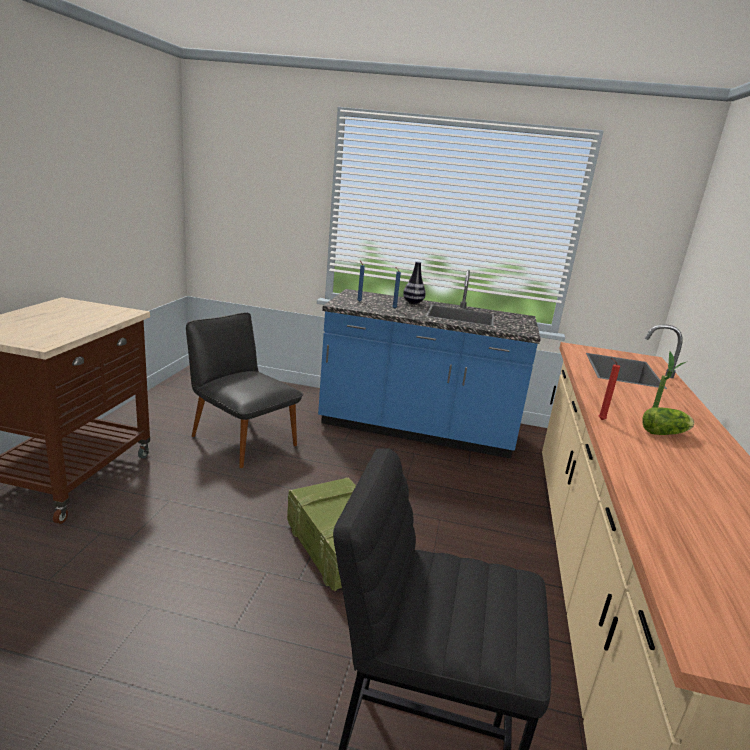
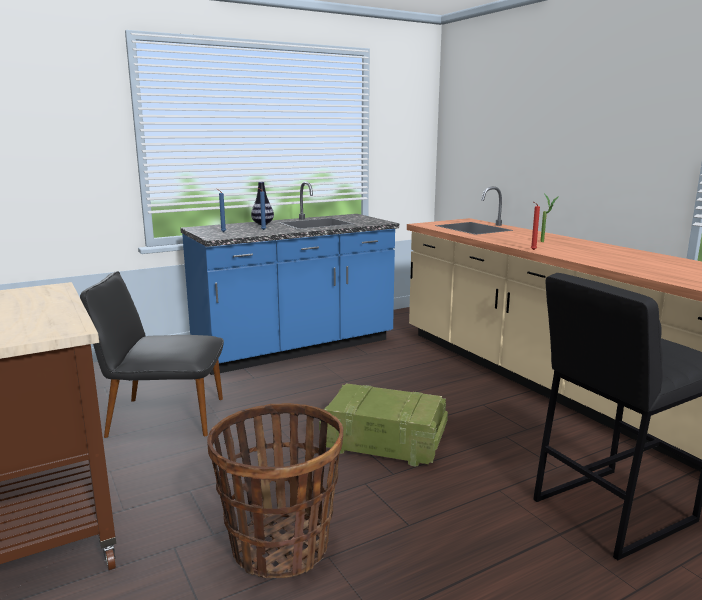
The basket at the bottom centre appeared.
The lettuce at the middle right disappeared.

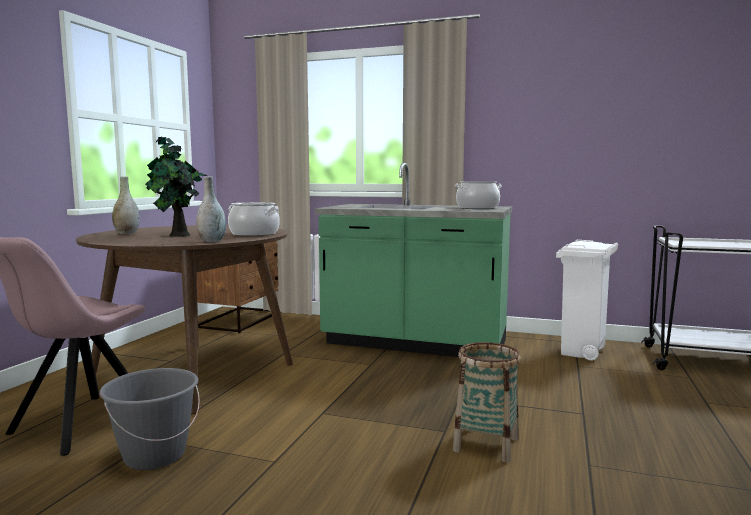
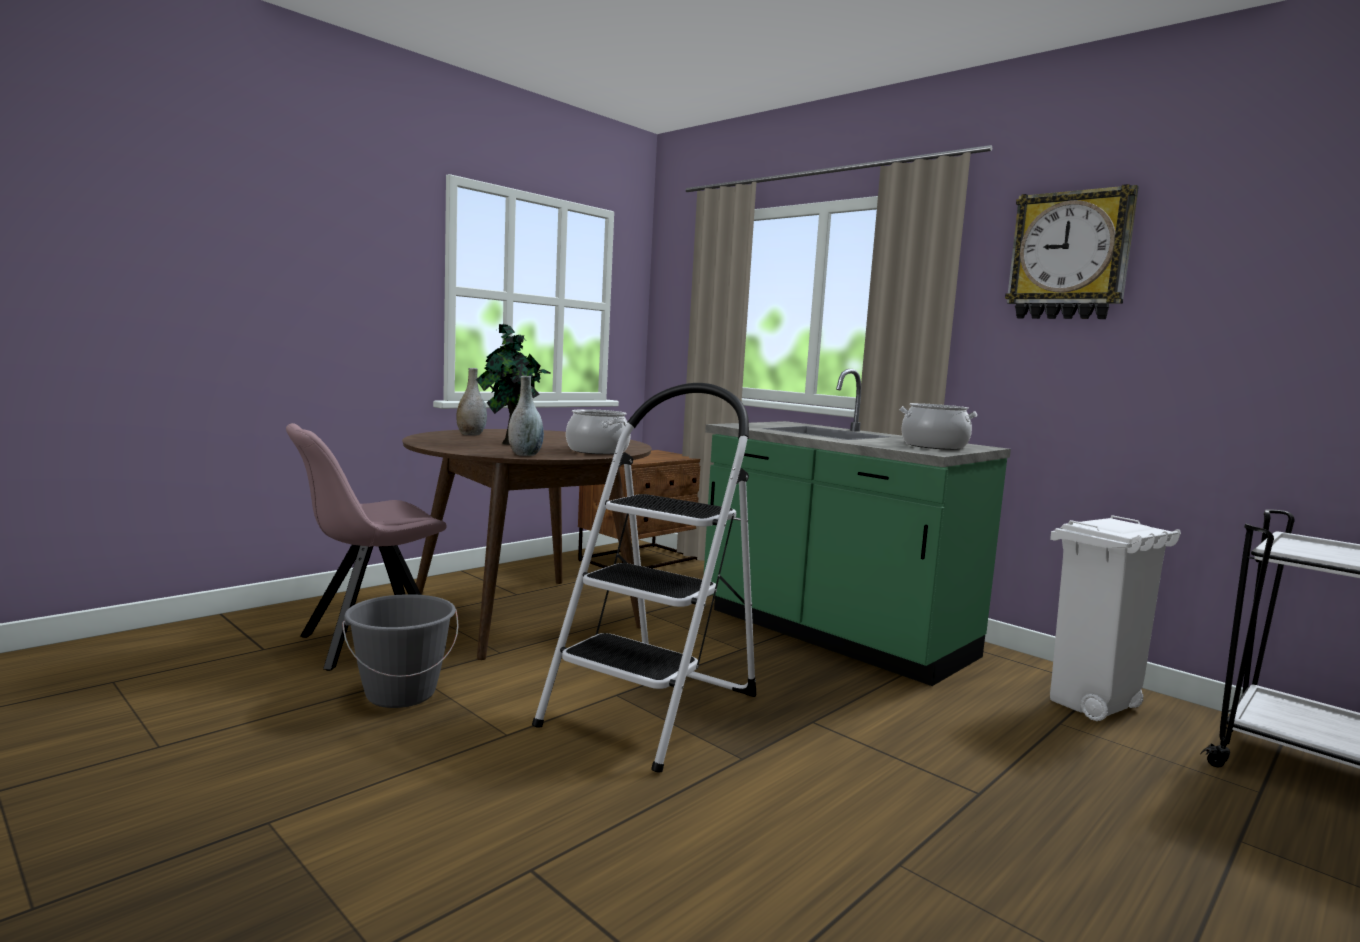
The step ladder at the centre appeared.
The wall clock at the top right appeared.
The basket at the bottom centre disappeared.

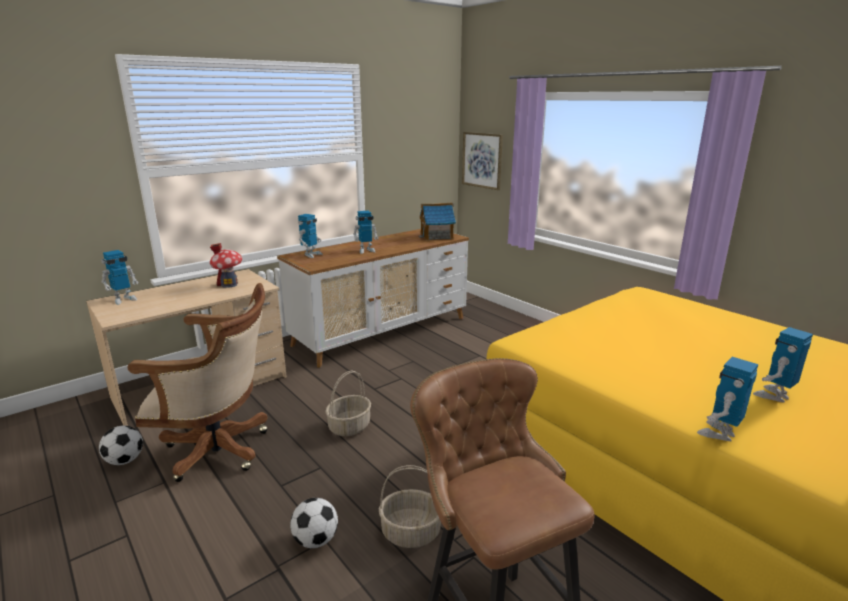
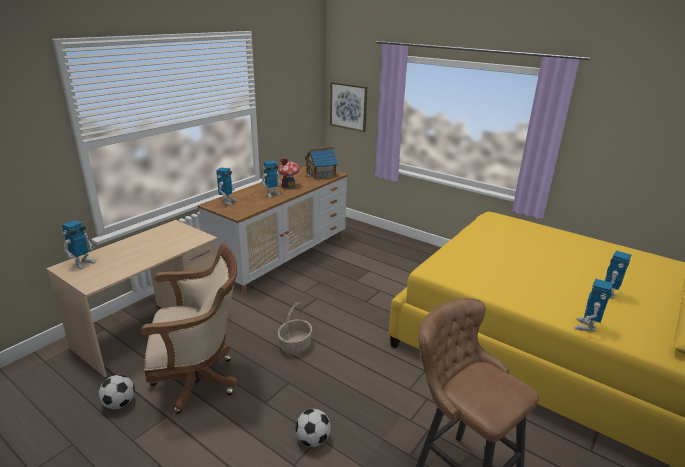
The toy house (no. 1 from left) moved from the middle left to the centre.
The basket (no. 2 from left) at the bottom centre disappeared.

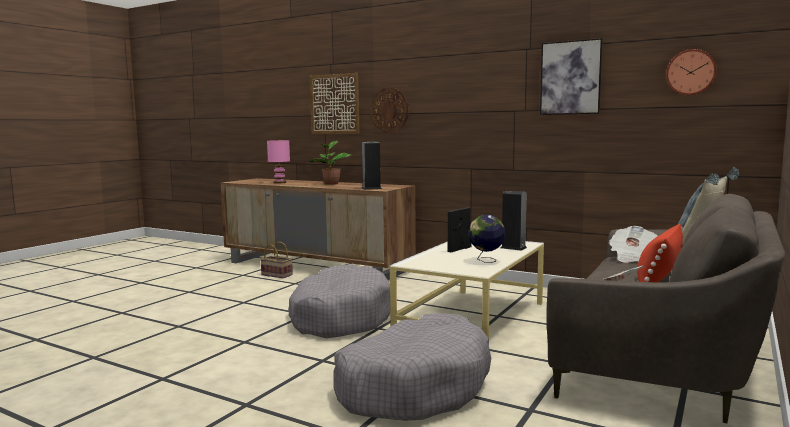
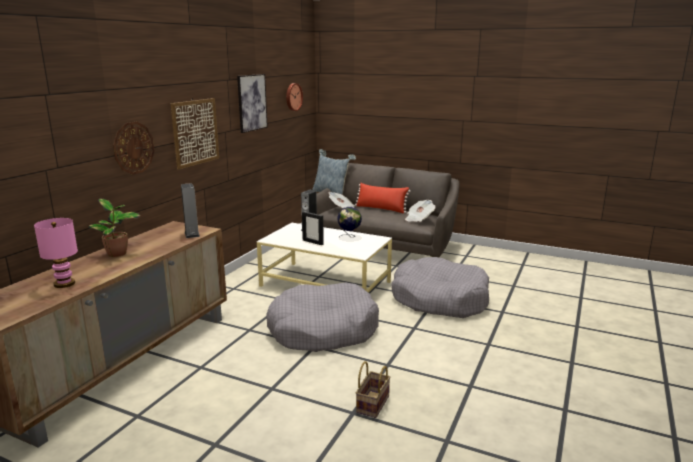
The picture (no. 1 from left) moved from the top centre to the top left.
The basket moved from the centre to the bottom centre.

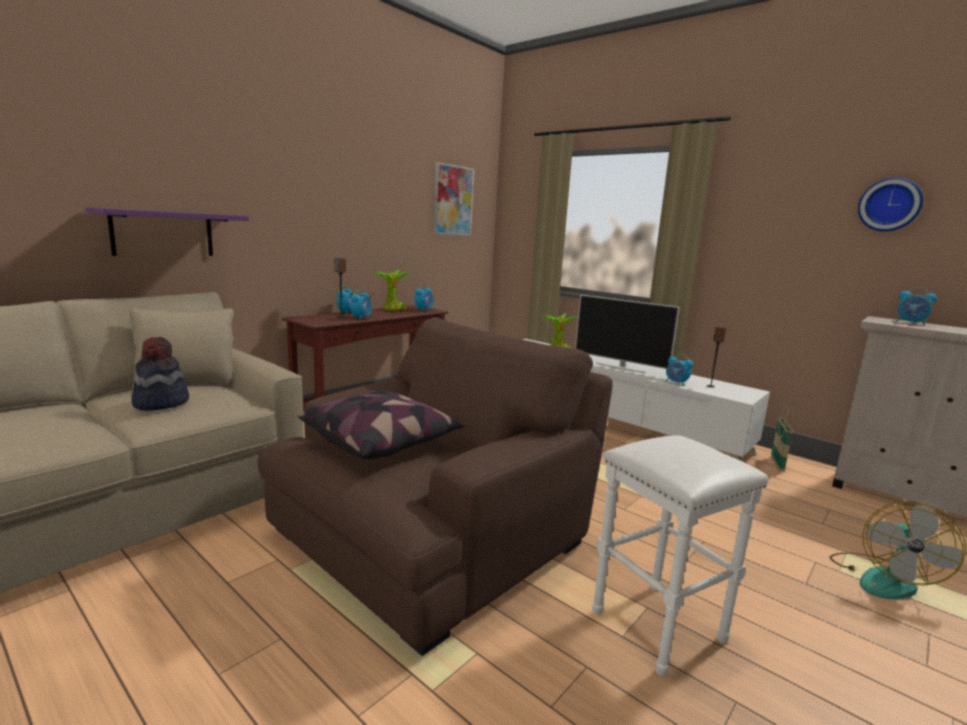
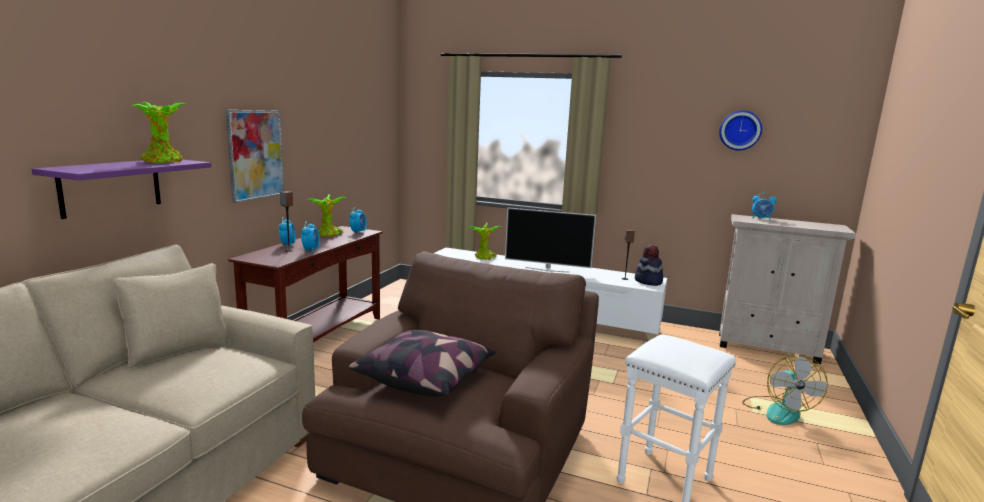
The potted plant (no. 1 from left) at the top left appeared.
The picture moved from the top centre to the top left.
The hat moved from the middle left to the centre.
The alarm clock (no. 4 from left) at the middle right disappeared.
The basket at the middle right disappeared.

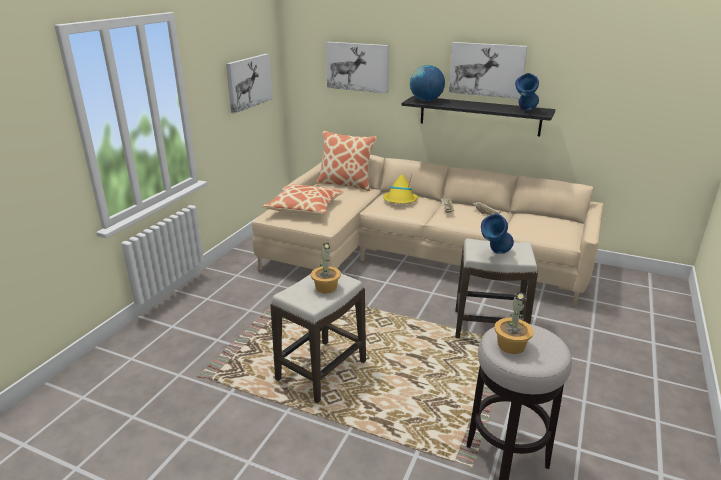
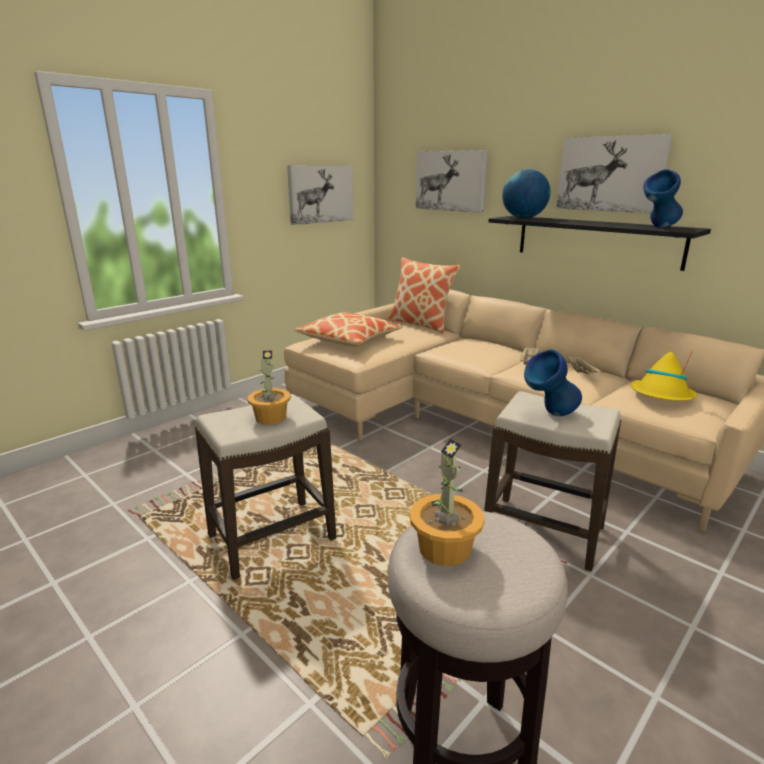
The yellow hat moved from the centre to the middle right.

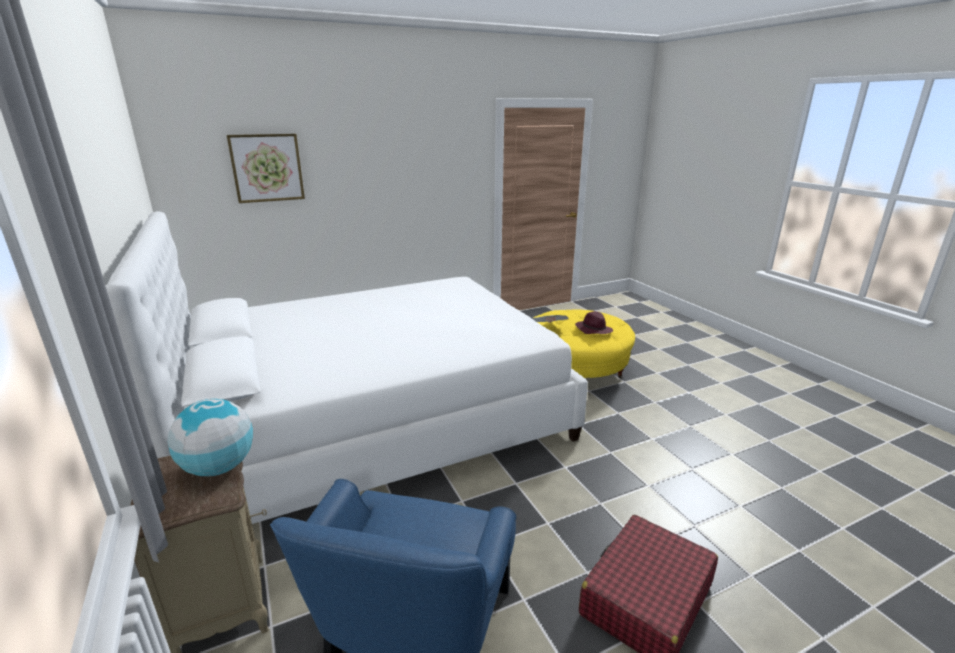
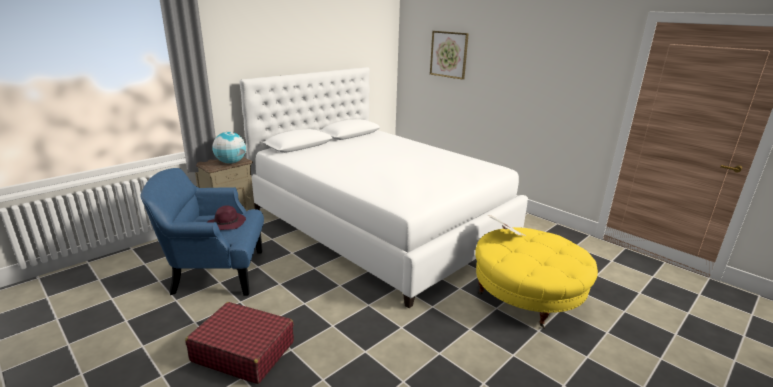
The purple hat moved from the centre to the middle left.

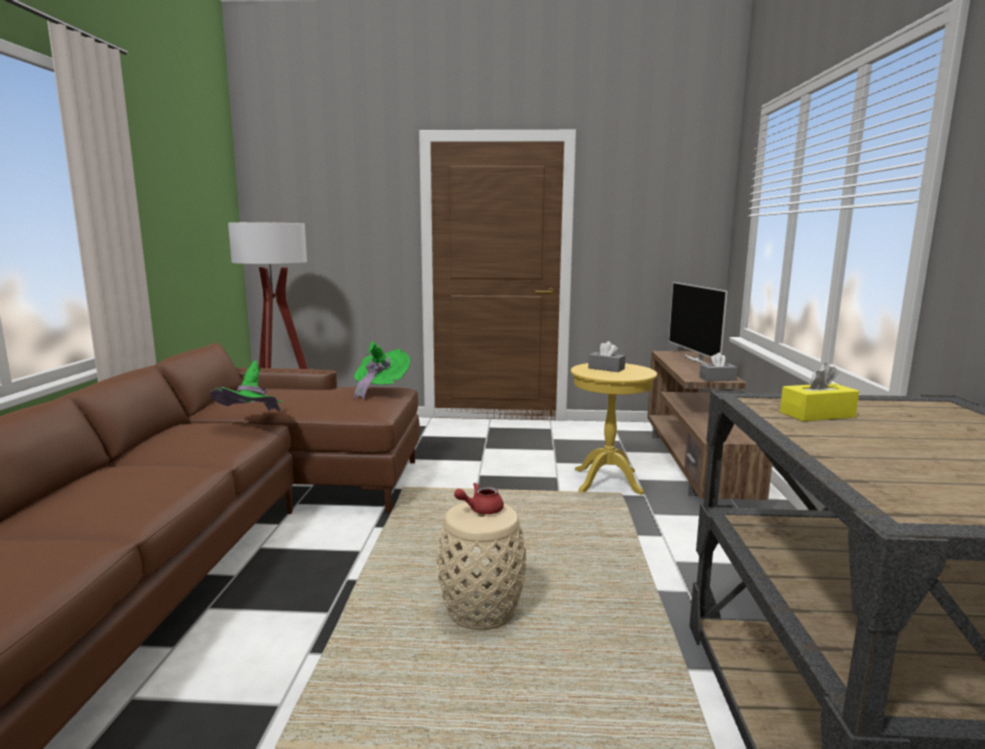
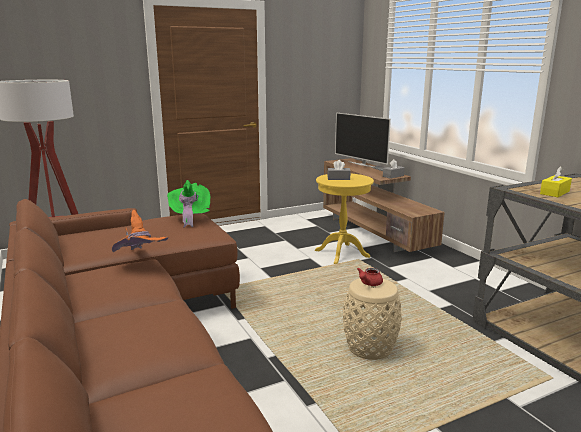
The green hat (no. 1 from left) at the middle left became the orange hat at the middle left.

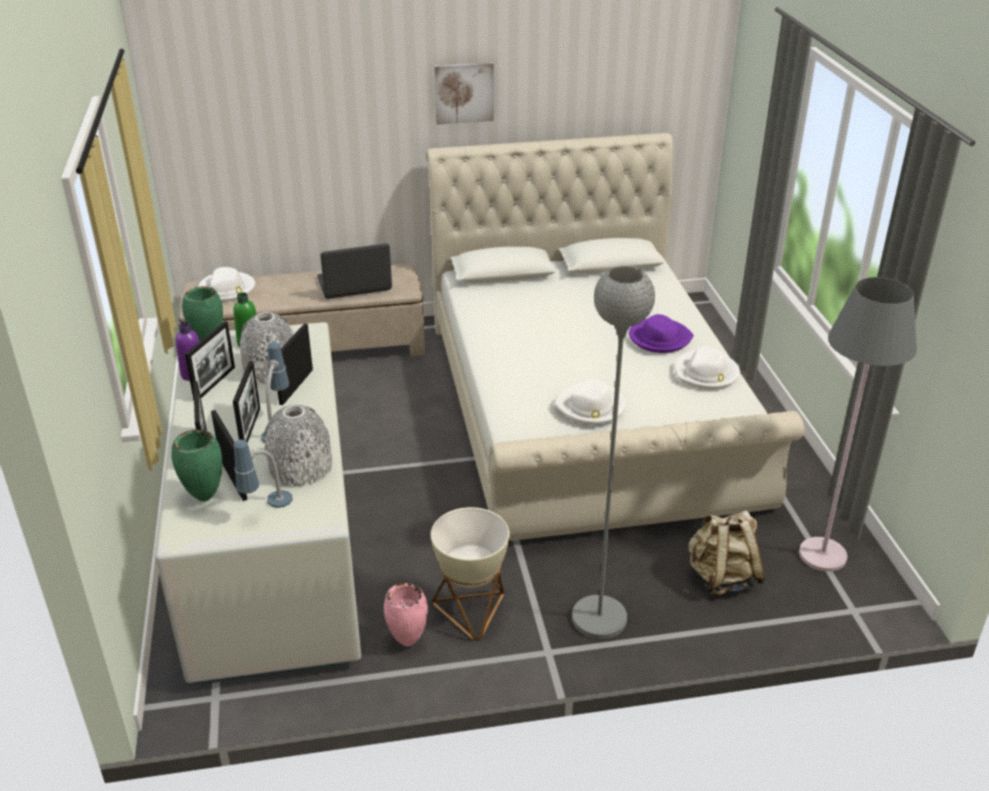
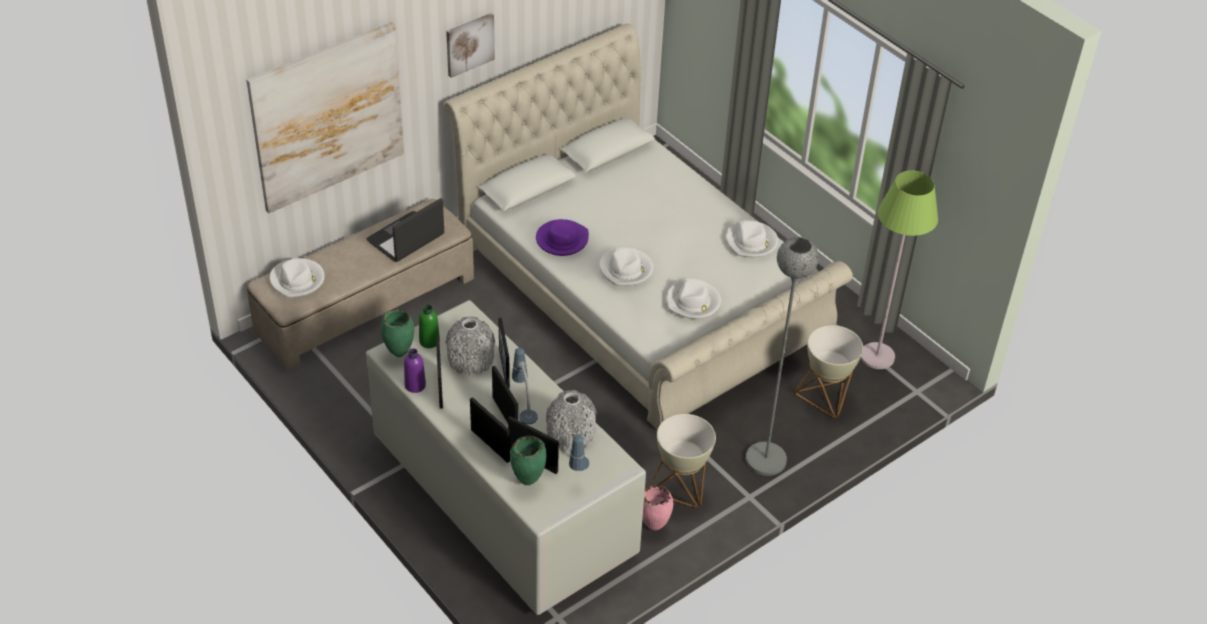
The picture (no. 1 from left) at the top left appeared.
The purple hat moved from the middle right to the centre.
The white hat (no. 2 from left) at the centre appeared.
The beige backpack at the bottom right was replaced by the planter (no. 2 from left) at the middle right.
The grey floor lamp (no. 2 from left) at the middle right became the green floor lamp at the middle right.

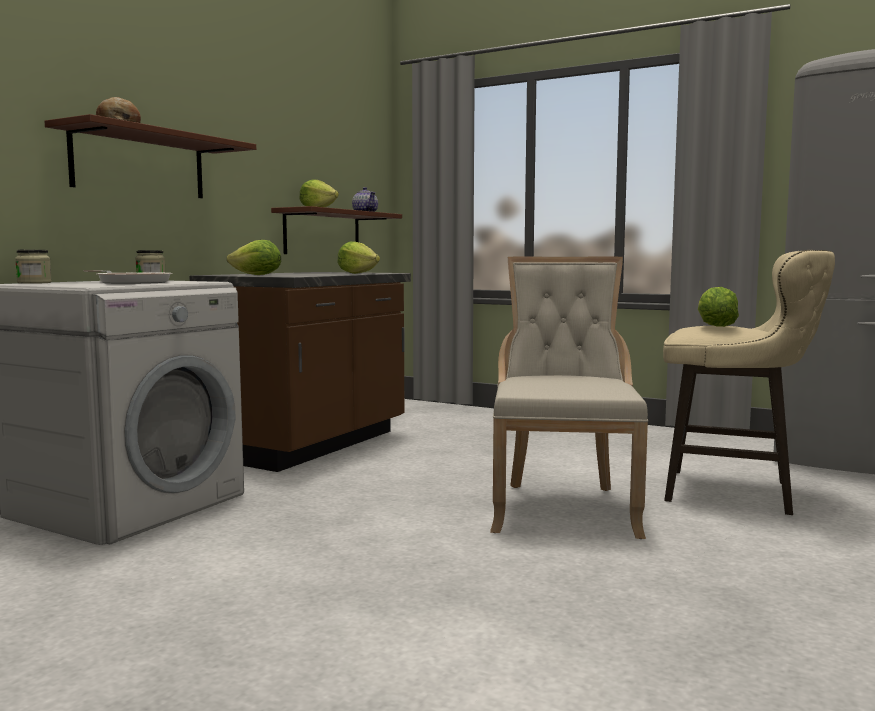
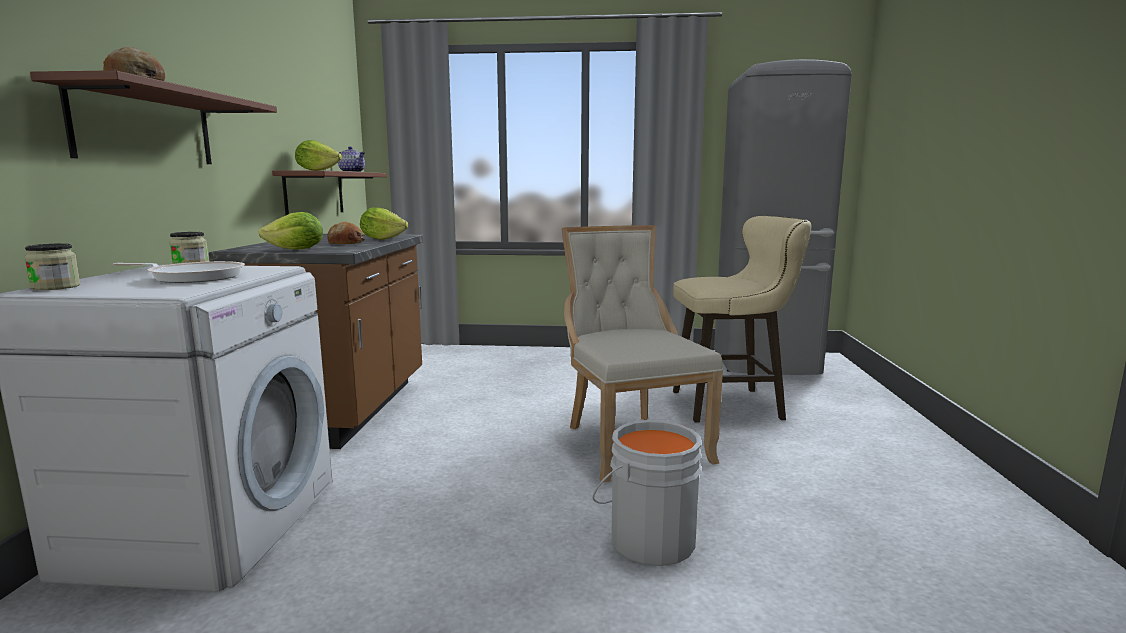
The bread (no. 2 from left) at the middle left appeared.
The grey bucket at the bottom centre appeared.
The lettuce (no. 4 from left) at the middle right disappeared.

